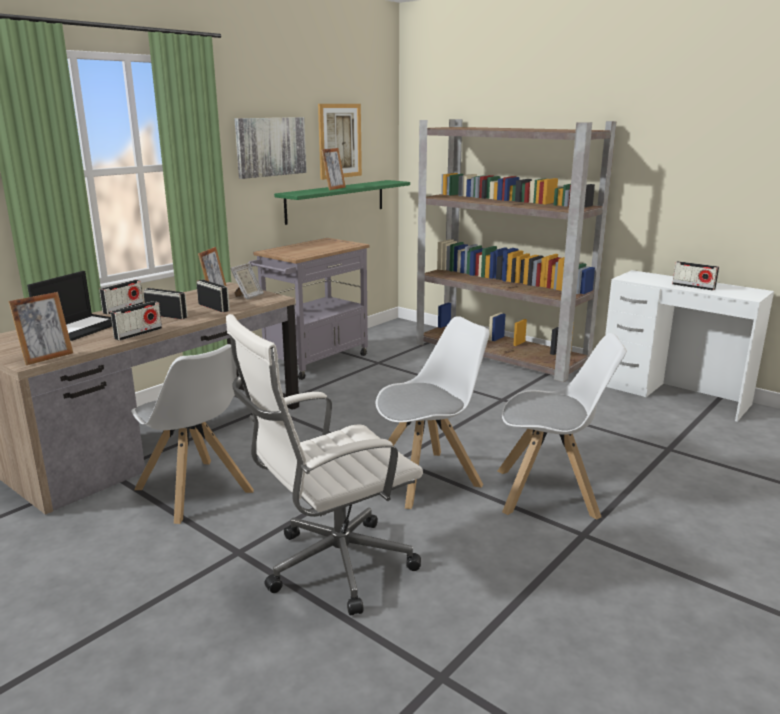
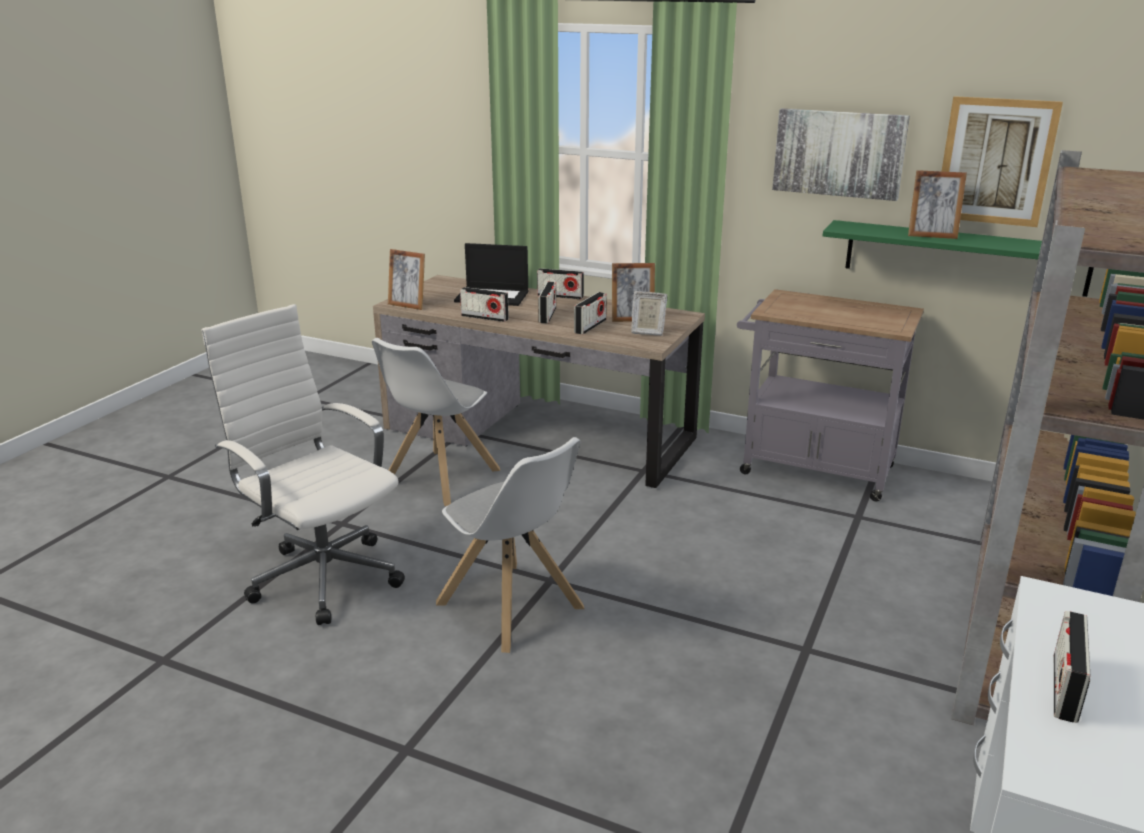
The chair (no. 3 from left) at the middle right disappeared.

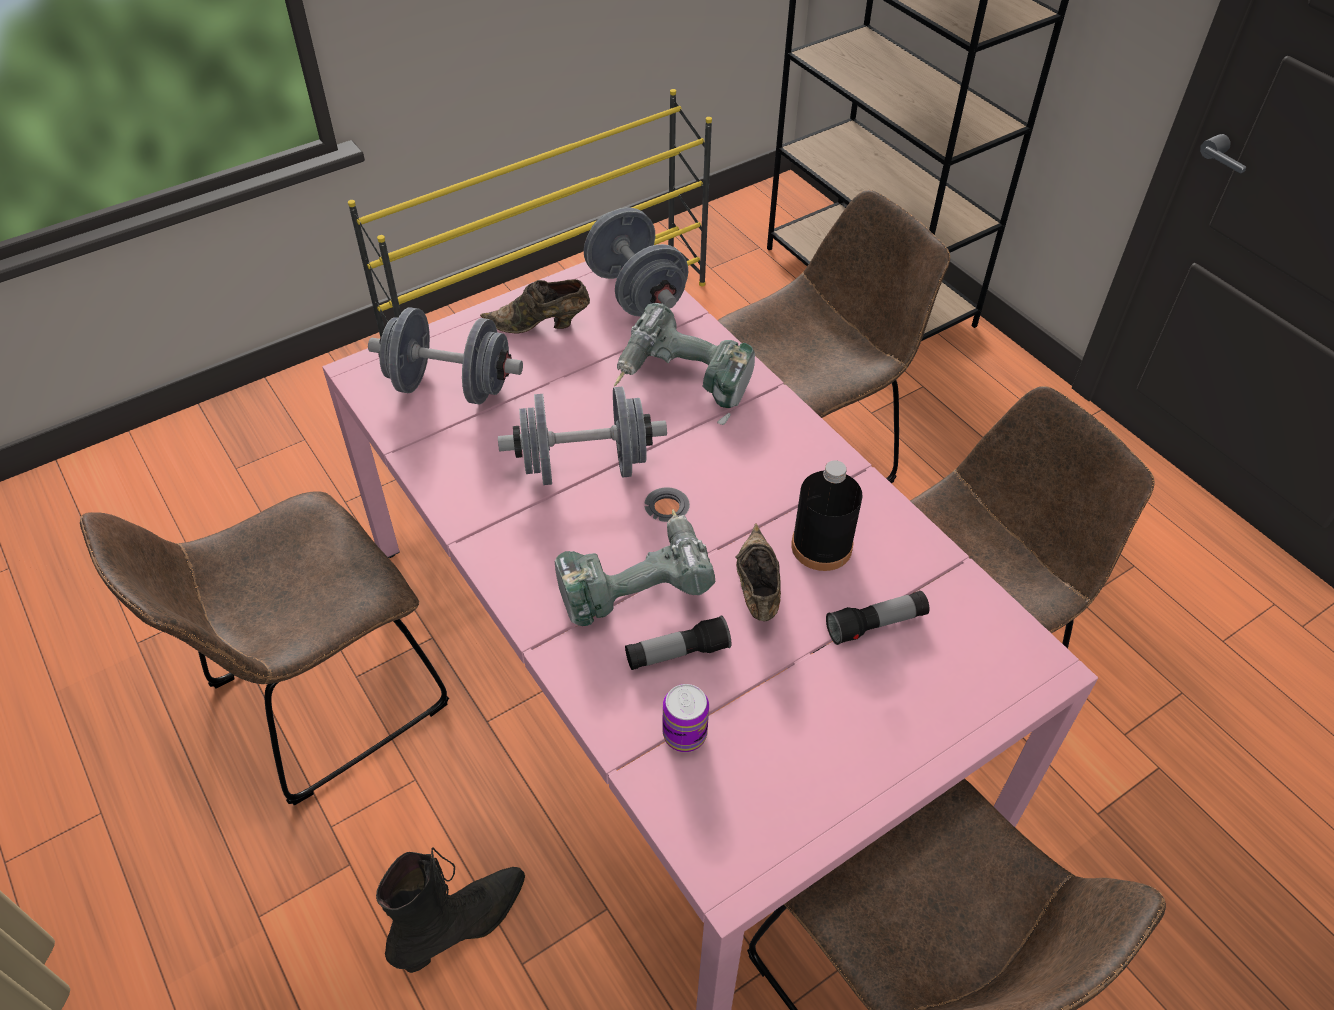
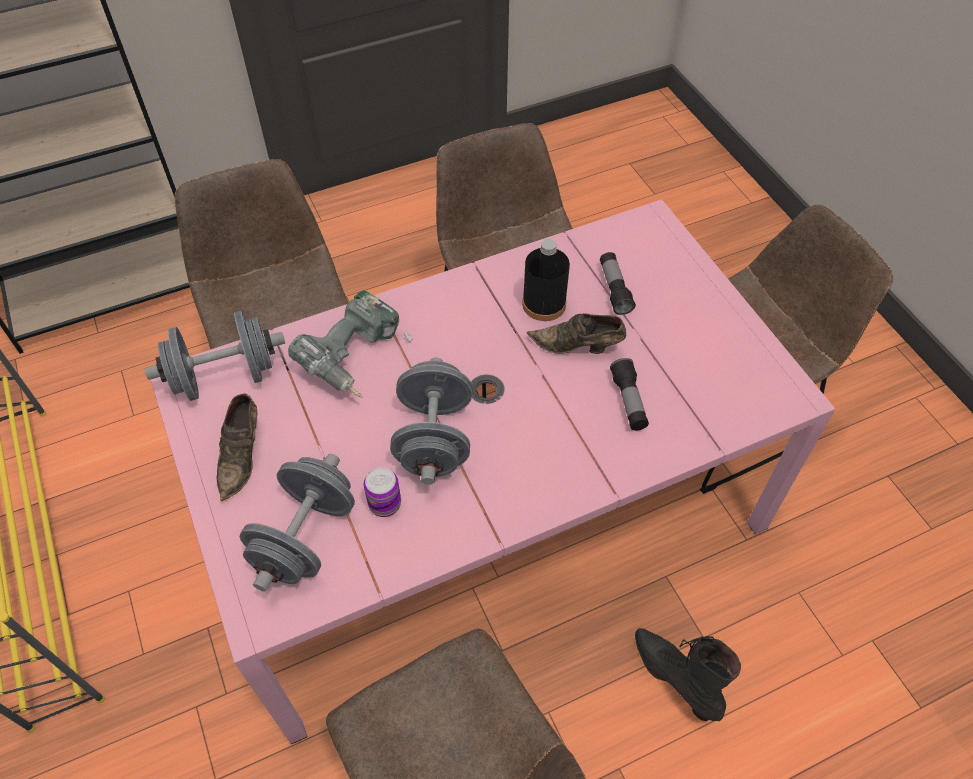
The can moved from the bottom centre to the centre.
The power drill (no. 1 from left) at the centre disappeared.

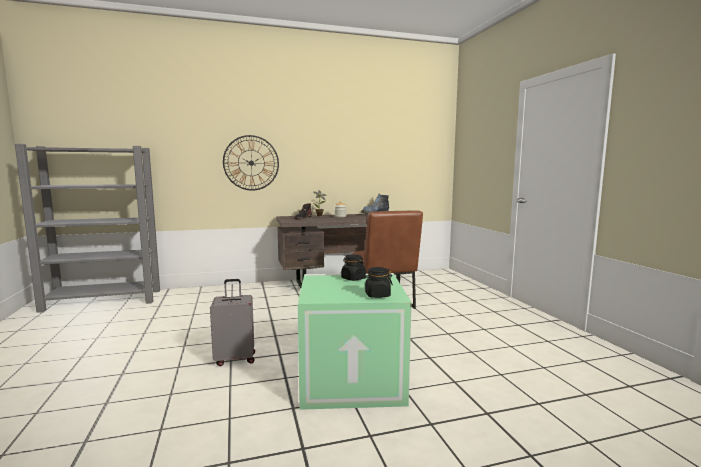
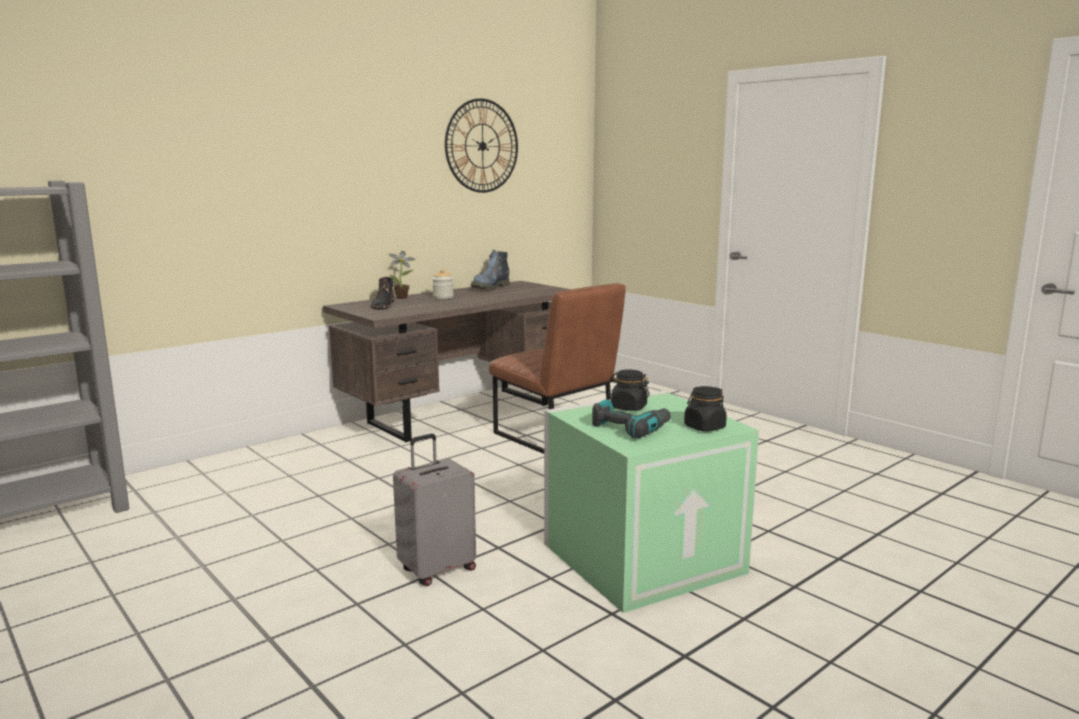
The wall clock moved from the centre to the top centre.
The power drill at the centre appeared.

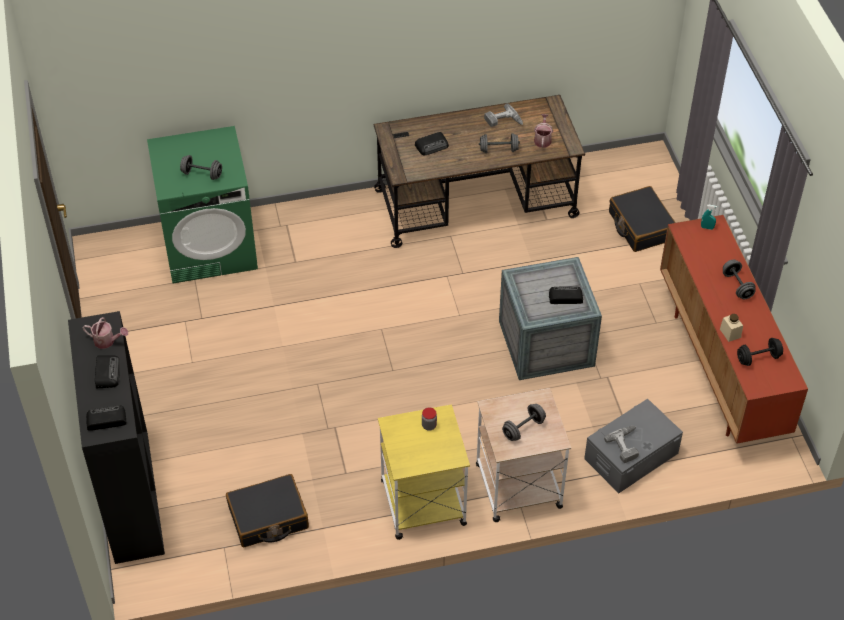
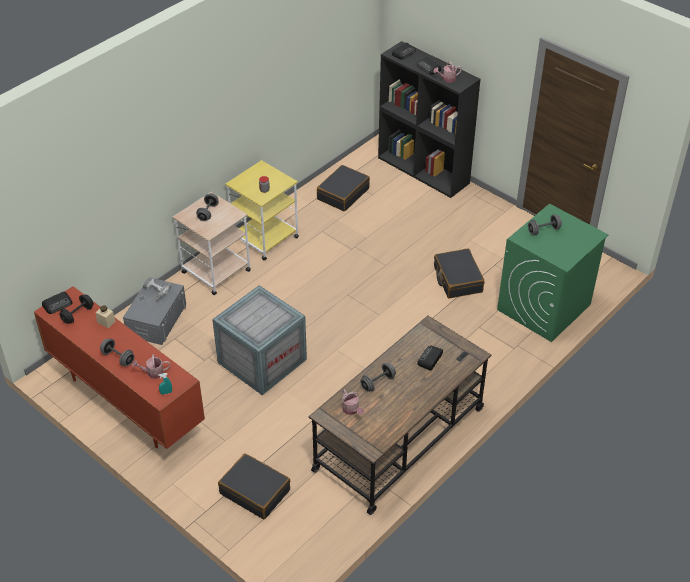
The radio (no. 4 from left in the first image) moved from the middle right to the middle left.
The watering can (no. 1 from left) at the middle left appeared.
The black suitcase (no. 3 from left) at the centre appeared.
The power drill (no. 1 from left) at the top centre disappeared.

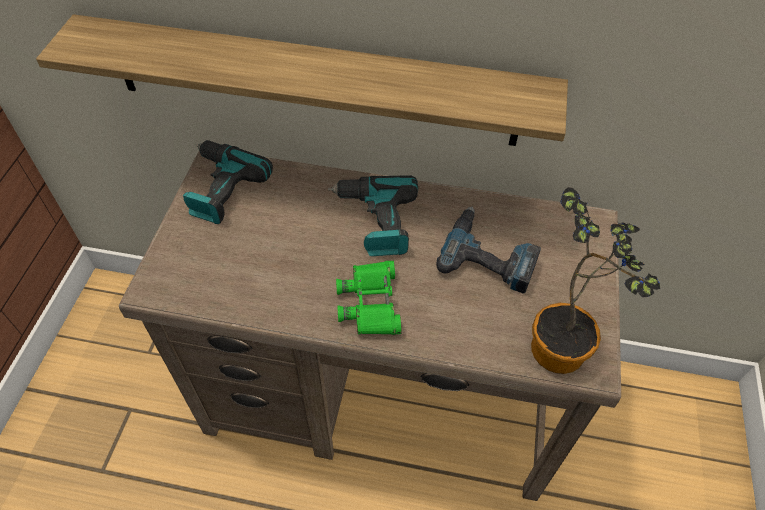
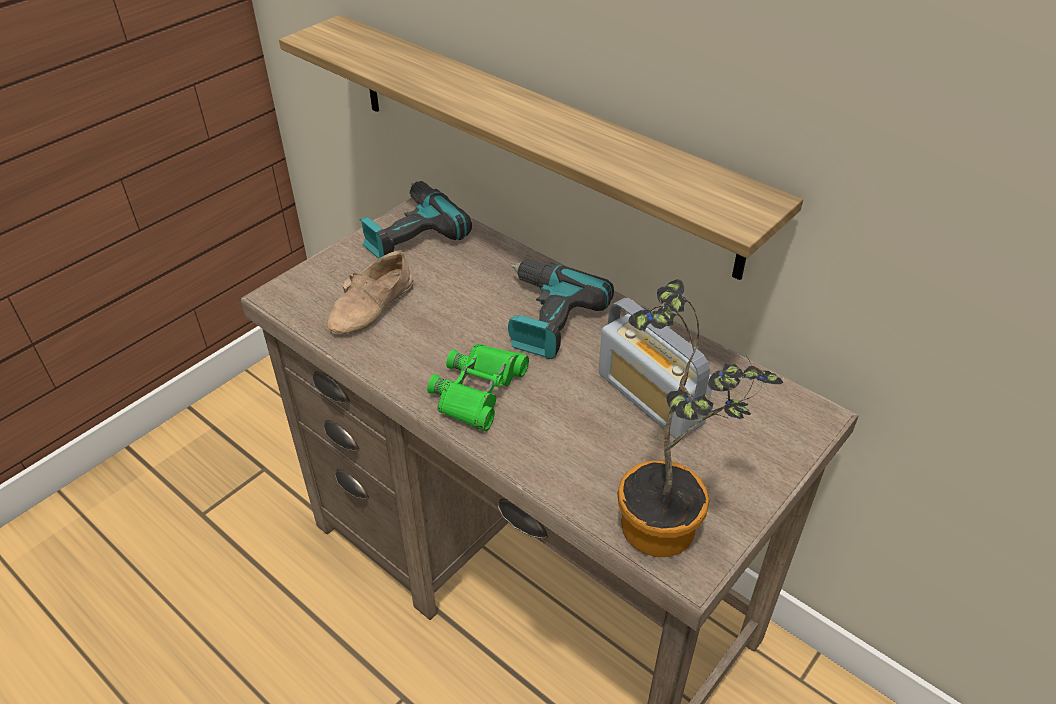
The beige shoe at the centre appeared.
The power drill (no. 3 from left) at the centre was replaced by the radio at the centre.

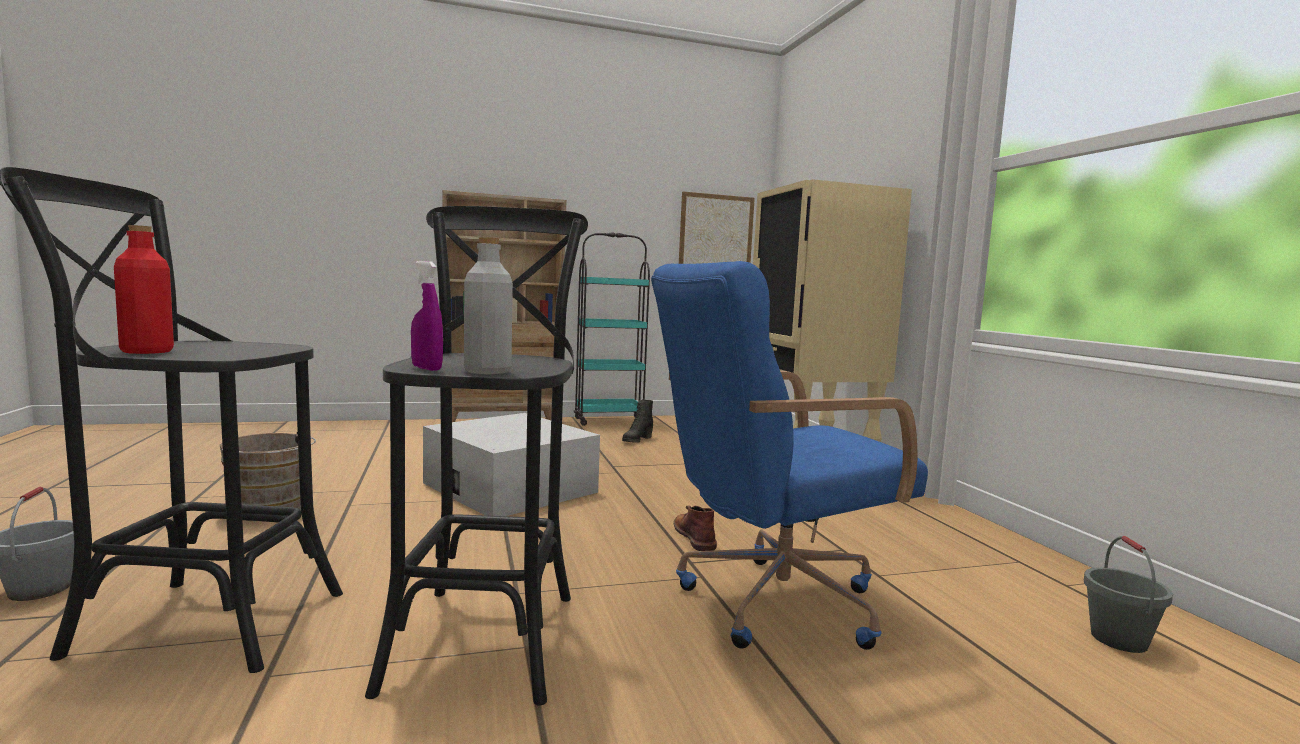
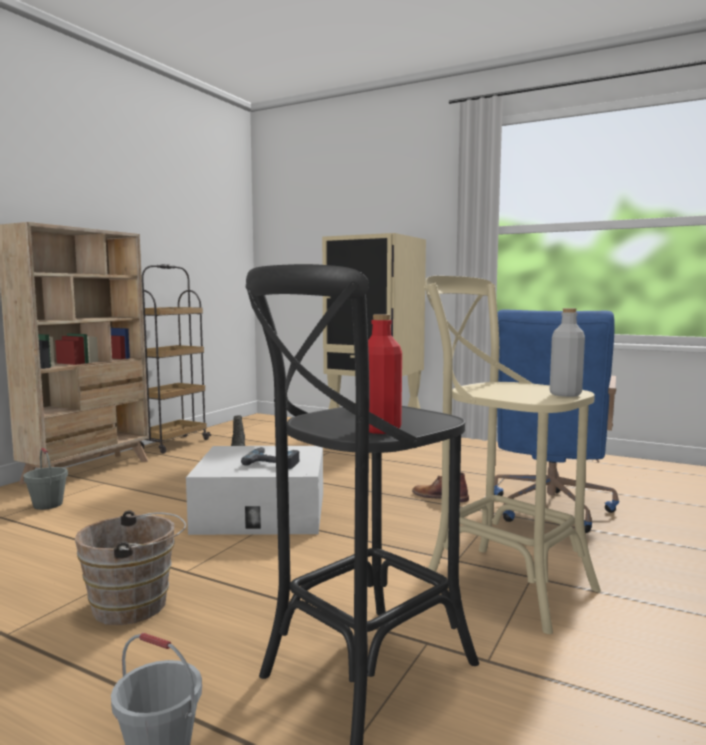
The grey bucket (no. 2 from left in the first image) moved from the bottom right to the middle left.
The turquoise cart at the centre became the brown cart at the middle left.
The power drill at the centre appeared.
The black stool (no. 2 from left) at the centre became the beige stool at the middle right.
The purple spray bottle at the middle left disappeared.
The picture at the top centre disappeared.

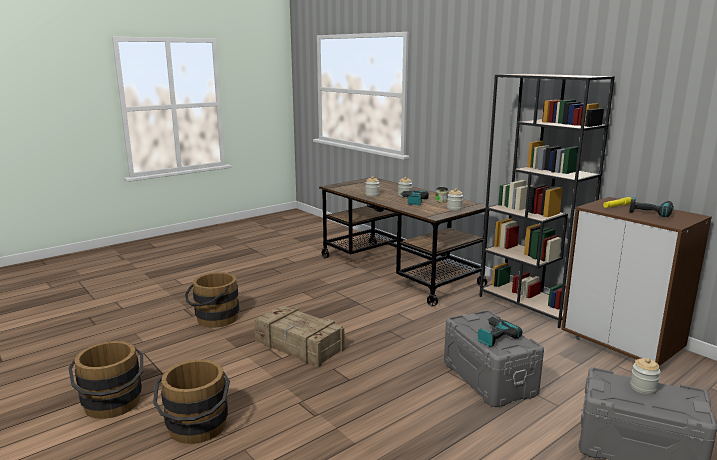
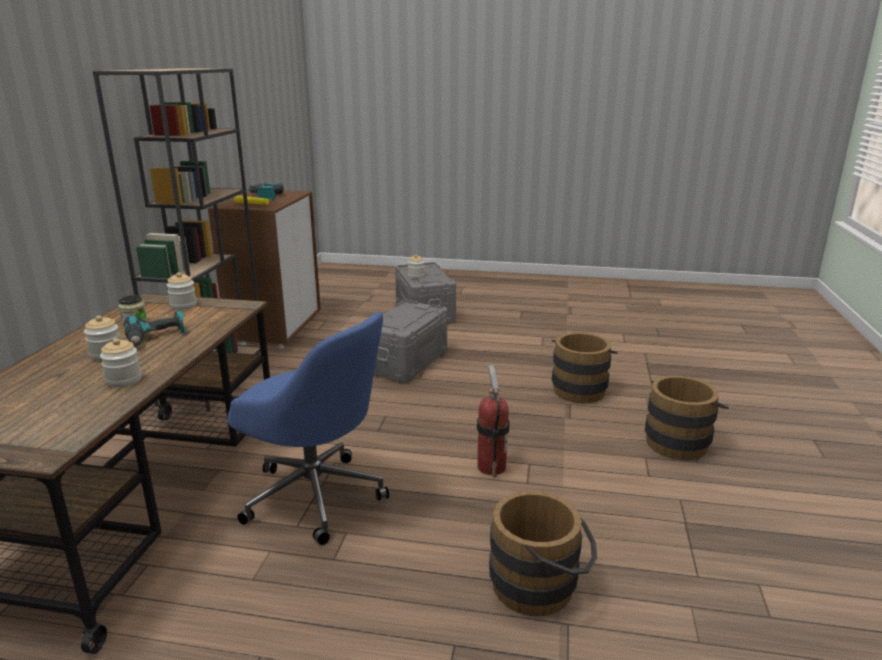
The blue office chair at the centre appeared.
The crate at the bottom centre was replaced by the fire extinguisher at the centre.
The brown bucket (no. 1 from left in the first image) moved from the bottom left to the centre.
The power drill (no. 2 from left) at the bottom right disappeared.

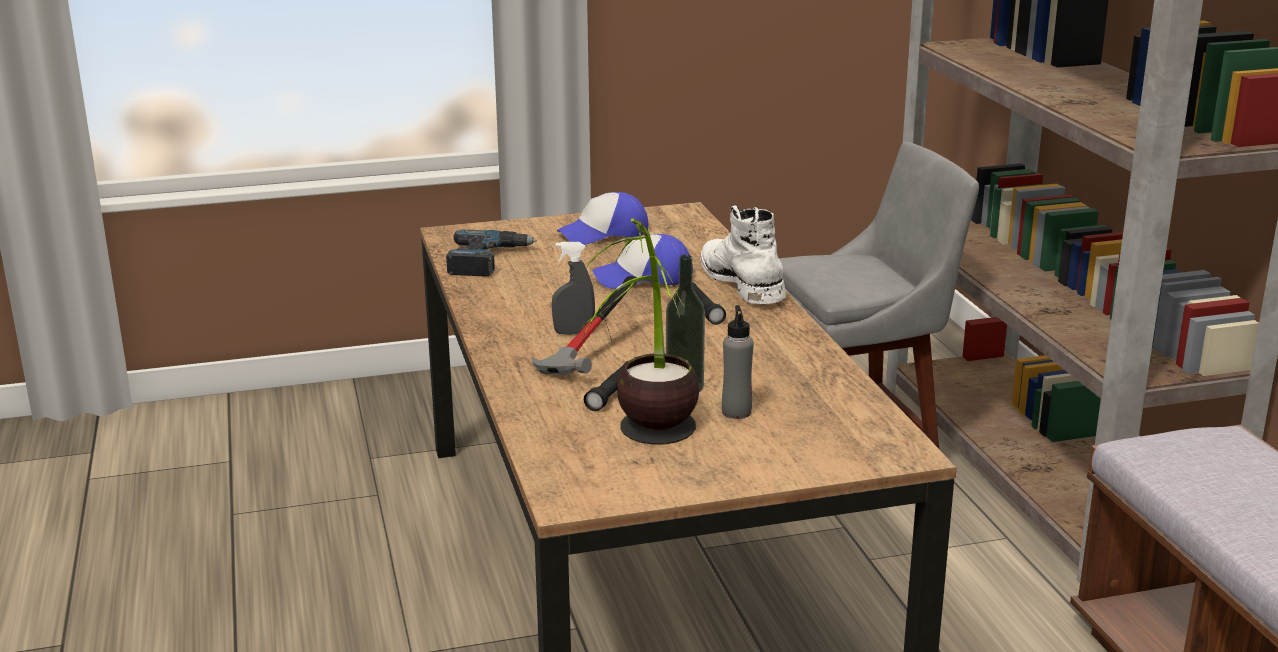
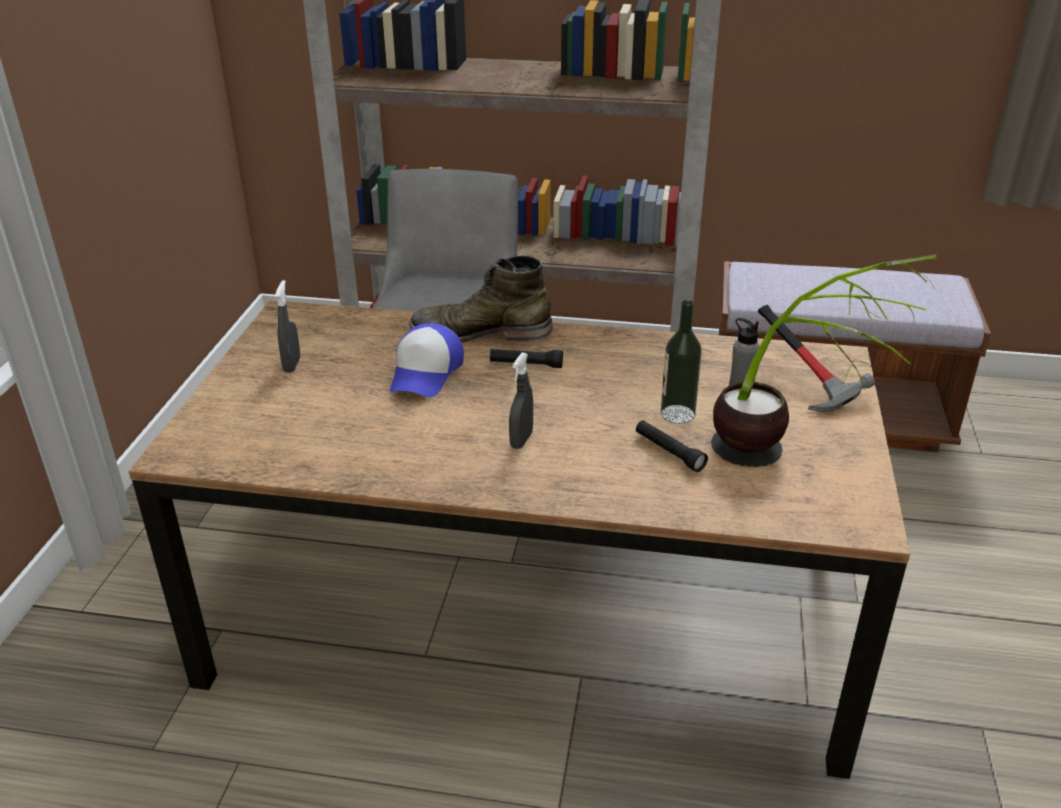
The cap (no. 1 from left) at the centre was replaced by the grey spray bottle (no. 1 from left) at the middle left.
The white boot at the centre became the green boot at the centre.
The hammer moved from the centre to the middle right.
The power drill at the centre disappeared.

